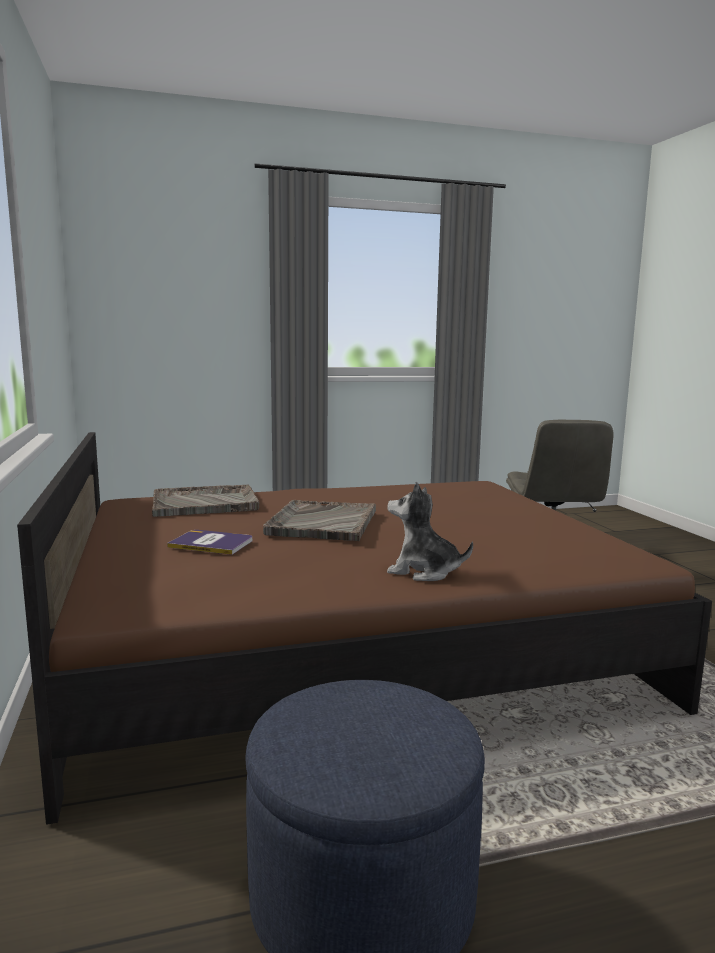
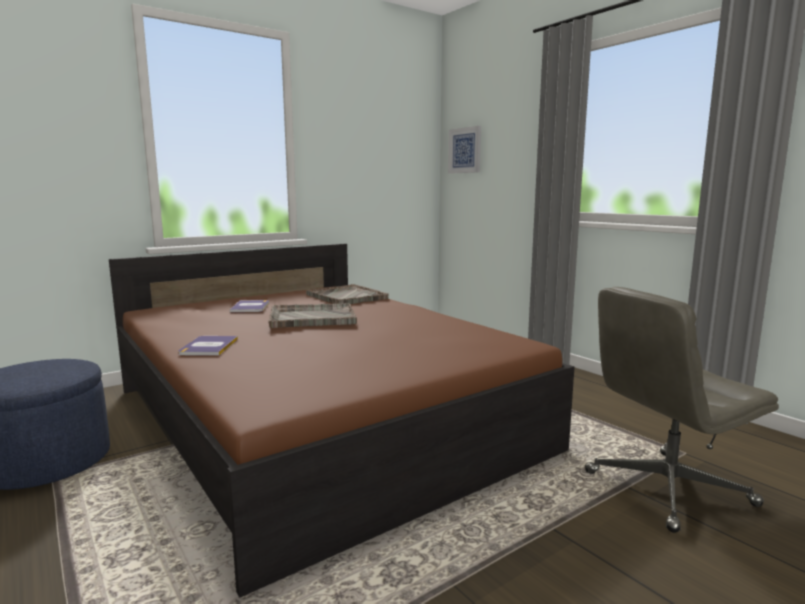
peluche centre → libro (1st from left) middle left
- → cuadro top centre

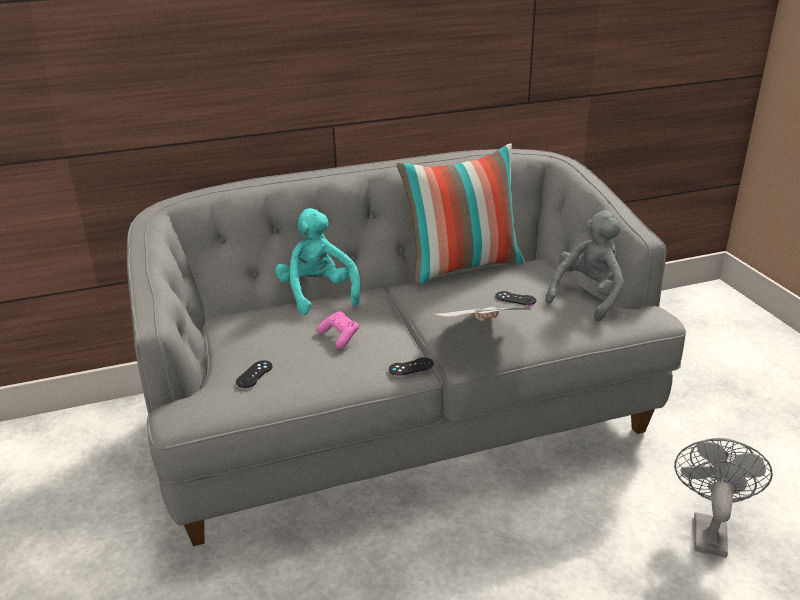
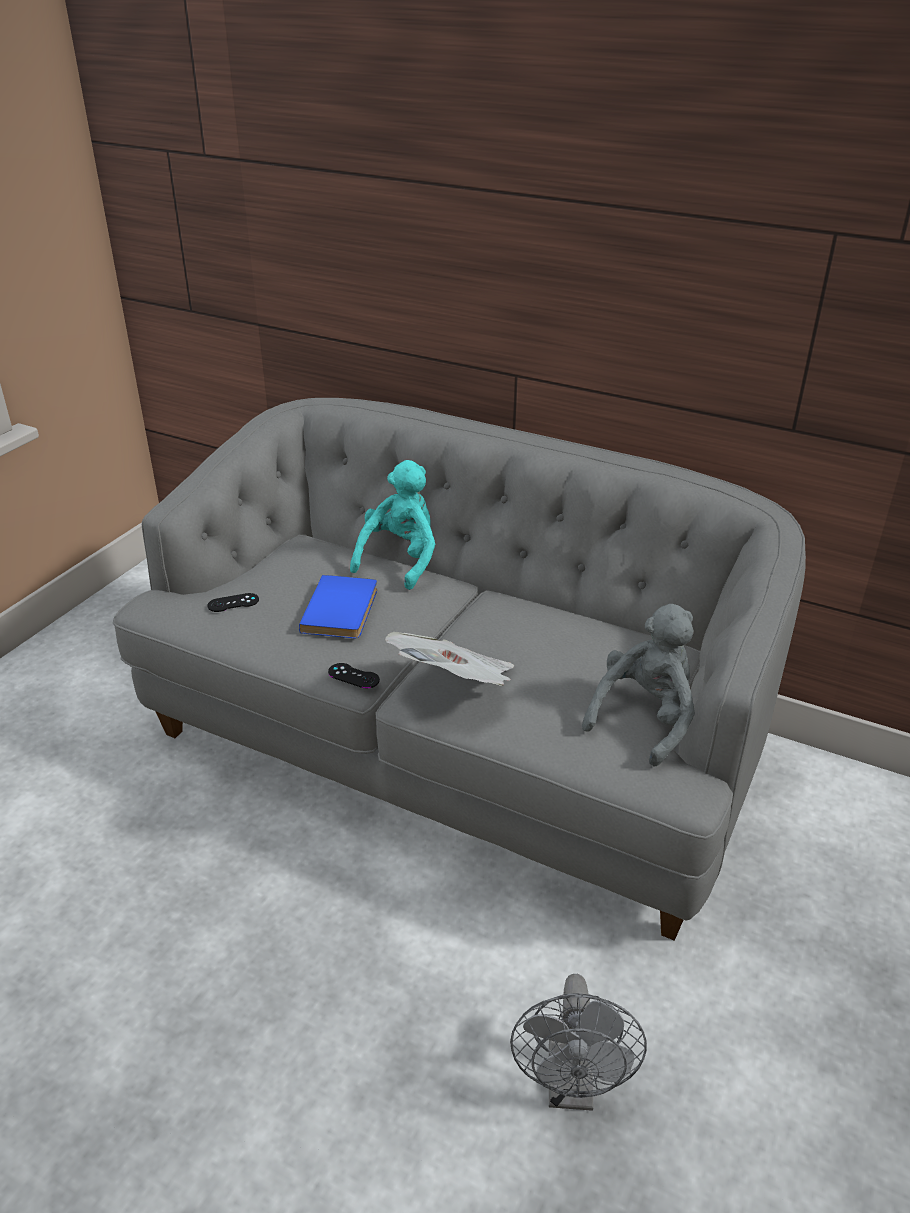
mando de consola [rosa] centre → libro [azul] centre
cojín centre → -
mando de consola [negro] (3rd from left) centre → -
peluche [gris] middle right, 45 degrees counterclockwise
ventilador [gris] bottom right → ventilador [gris] bottom centre, 120 degrees clockwise

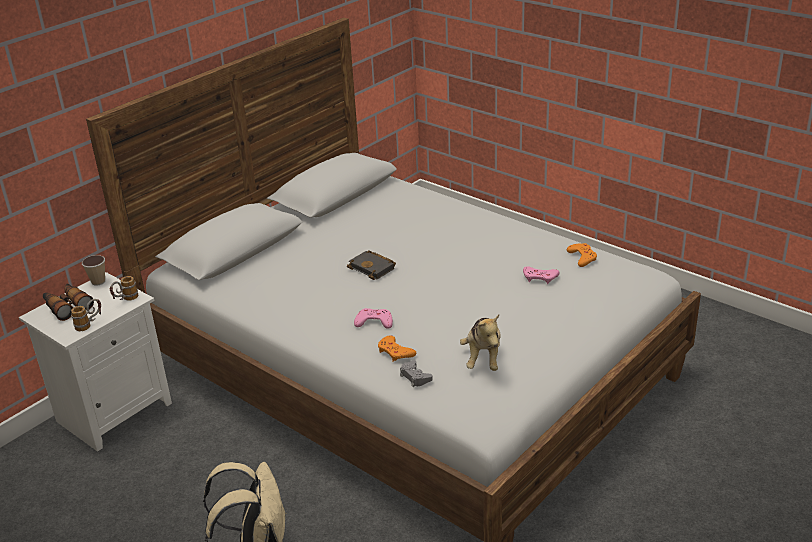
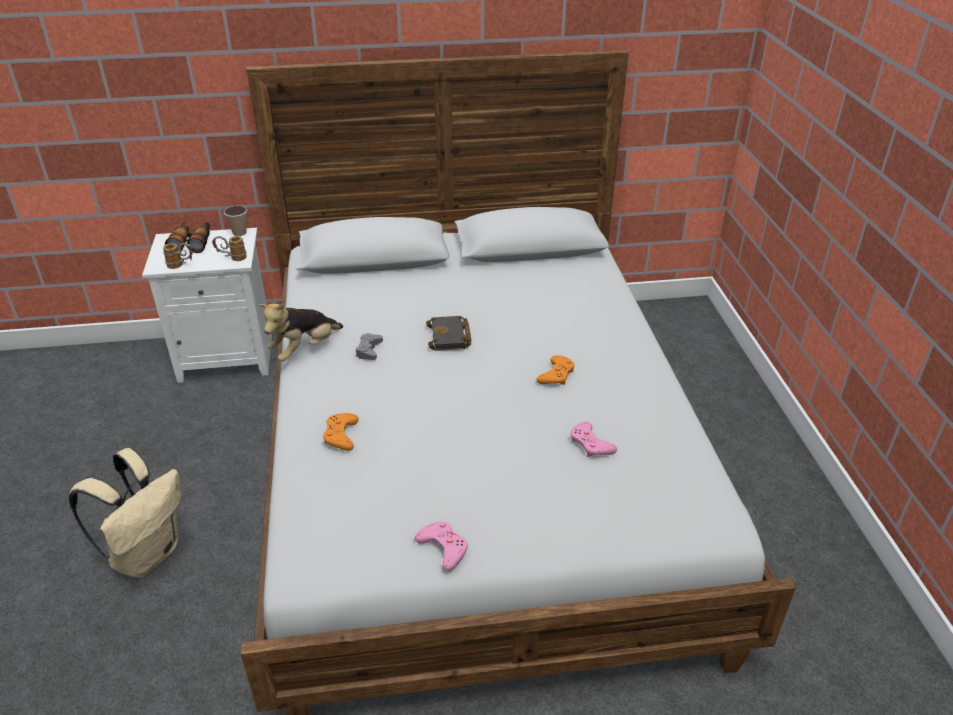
mando de consola [rosa] (1st from left) centre → mando de consola [rosa] (1st from left) bottom centre, move
mando de consola [gris] bottom centre → mando de consola [gris] centre, move
peluche centre → peluche middle left, move
mando de consola [naranja] (2nd from left) middle right → mando de consola [naranja] (2nd from left) centre, move

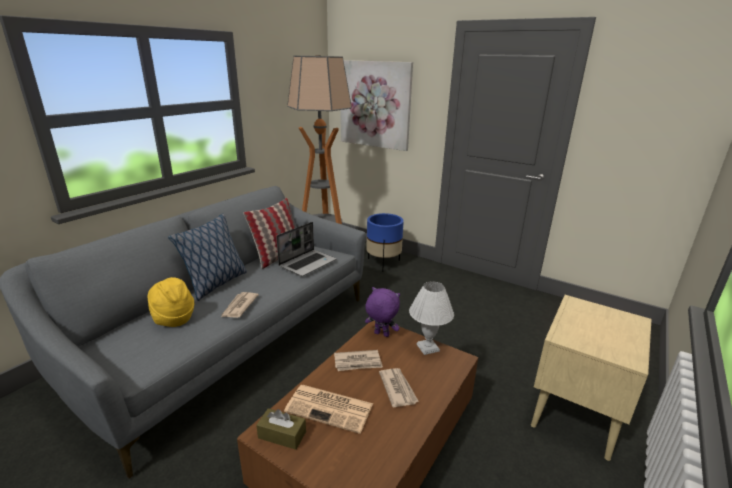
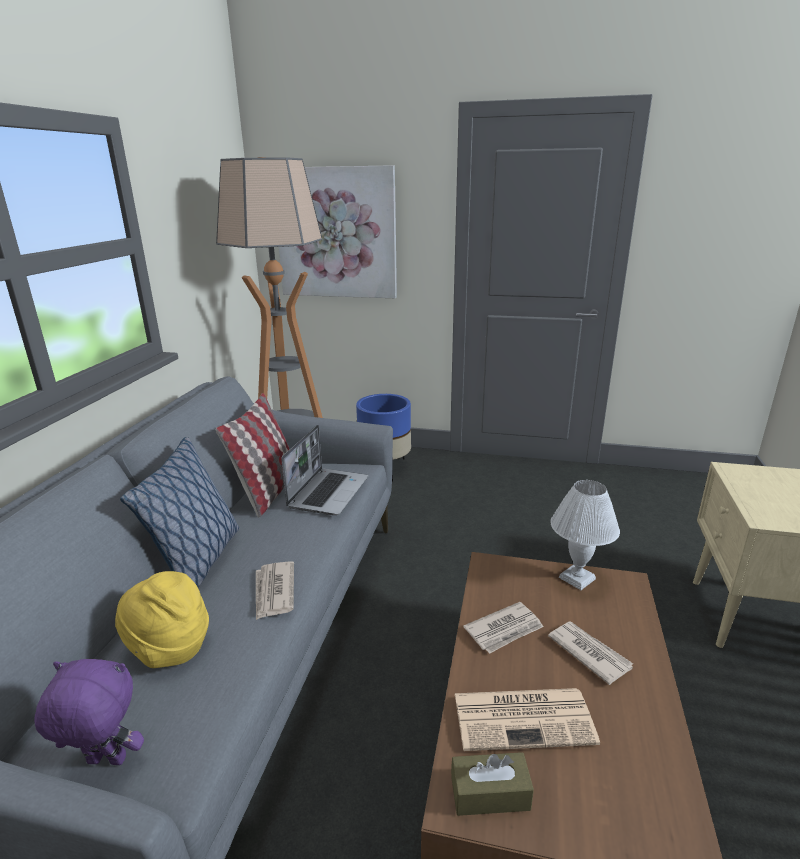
peluche [morado] centre → peluche [morado] bottom left, move

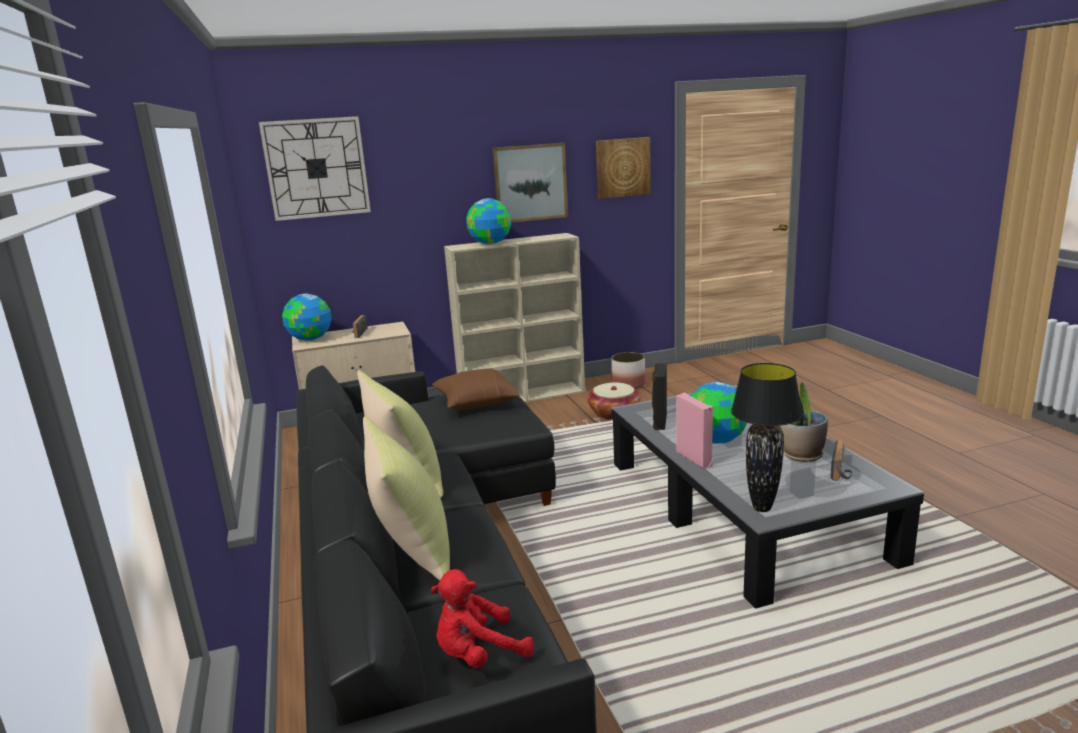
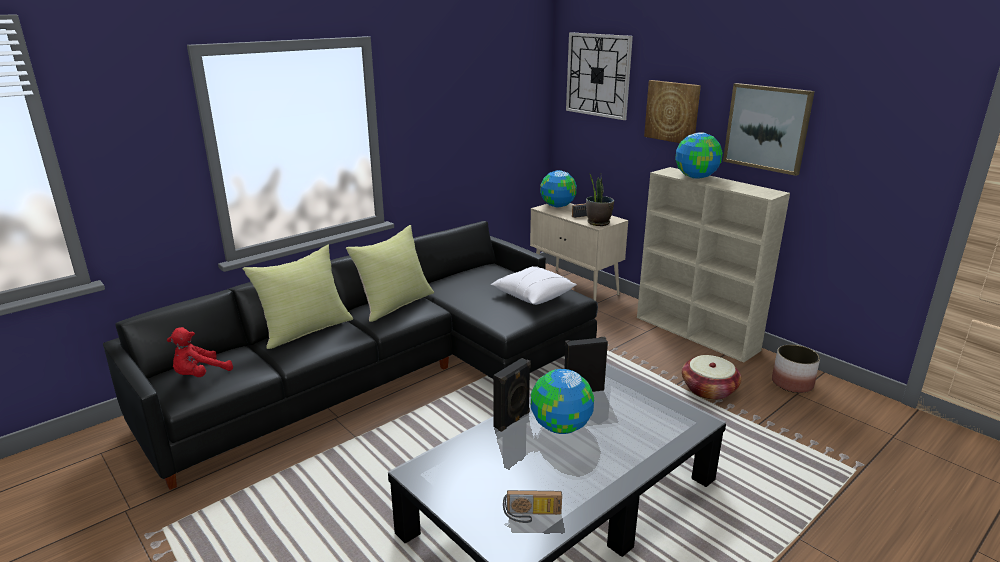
peluche [rojo] bottom centre → peluche [rojo] middle left, 90 degrees counterclockwise
cojín [marrón] centre → cojín [blanco] centre
cuadro (2nd from left in the first image) top centre → cuadro (1st from left) top right, move
altavoz [rosa] centre → altavoz [negro] (1st from left) bottom centre
lámpara de mesa [negro] middle right → -
planta en maceta middle right → planta en maceta centre, move

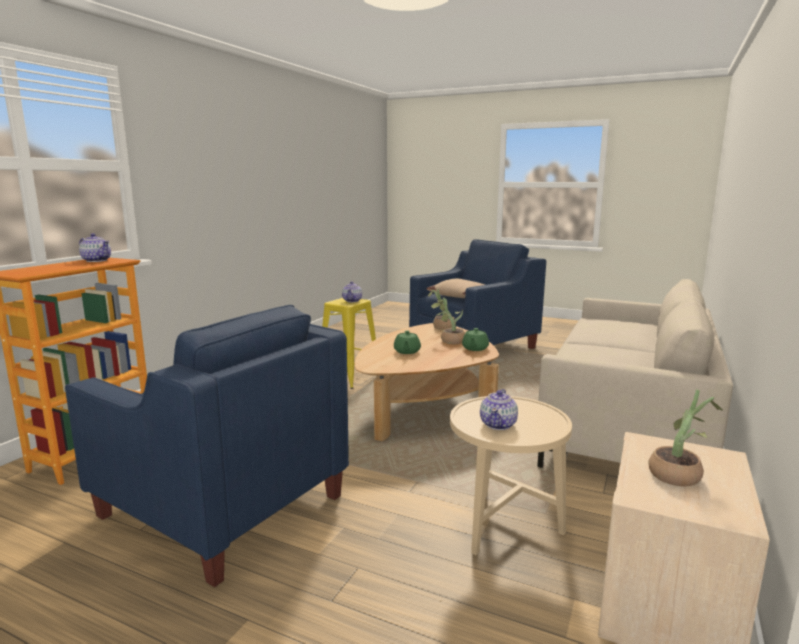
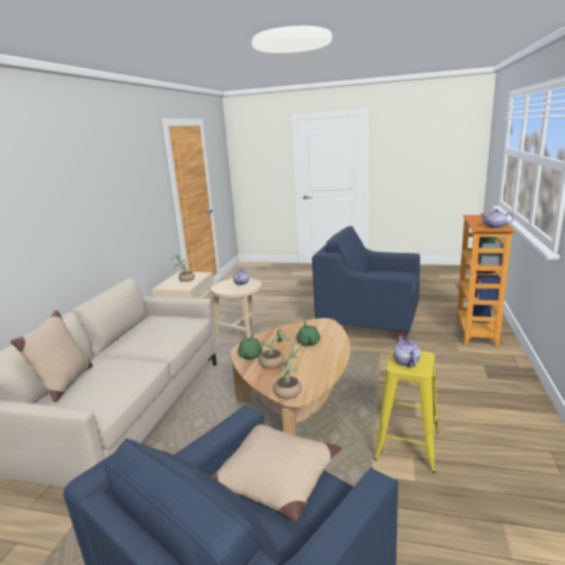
- → cojín [beis] (1st from left) middle left

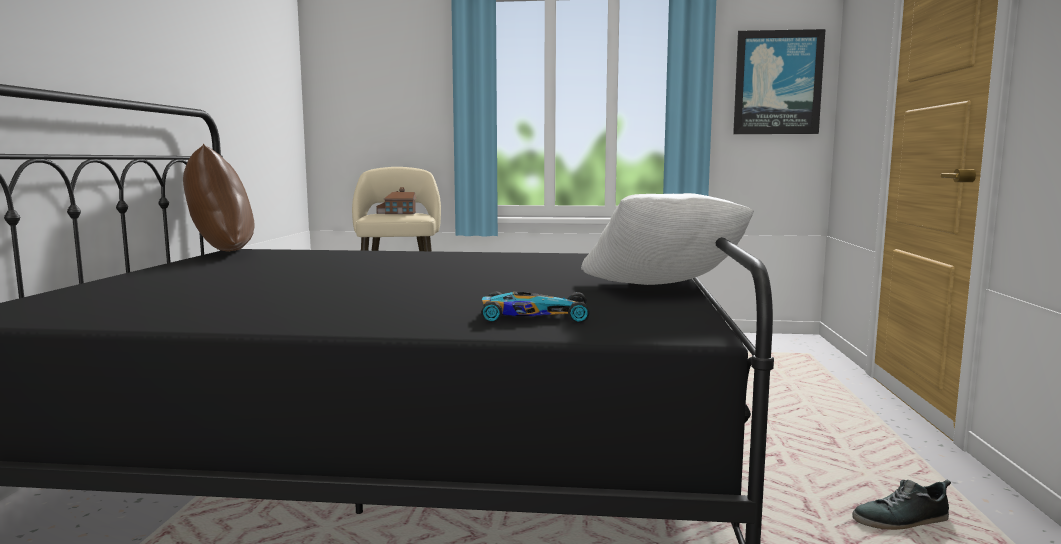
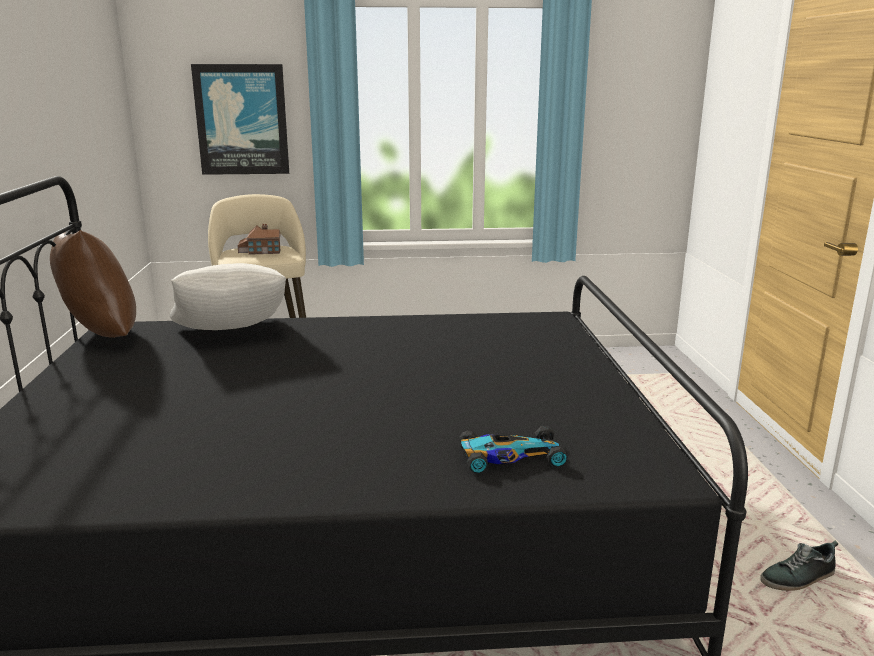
cojín [blanco] centre → cojín [blanco] middle left, move
cuadro top right → cuadro top left, move

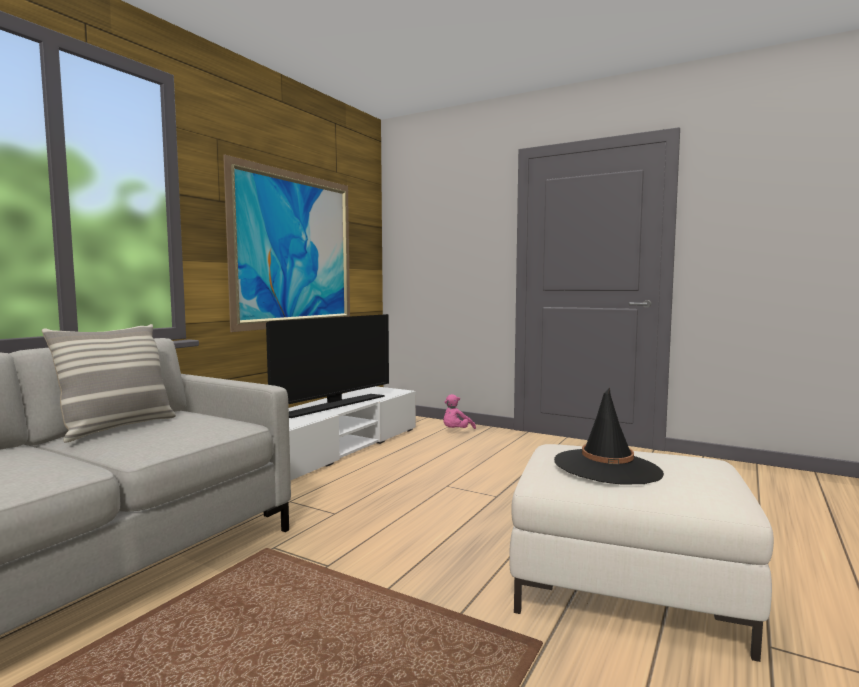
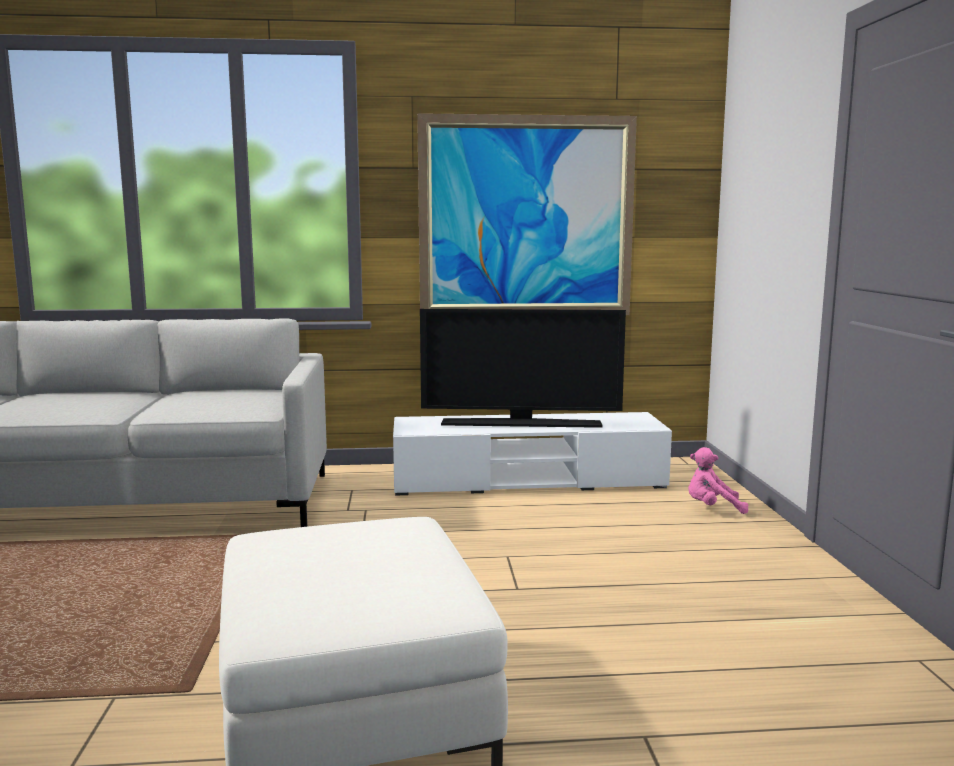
cojín middle left → -
sombrero [negro] middle right → -

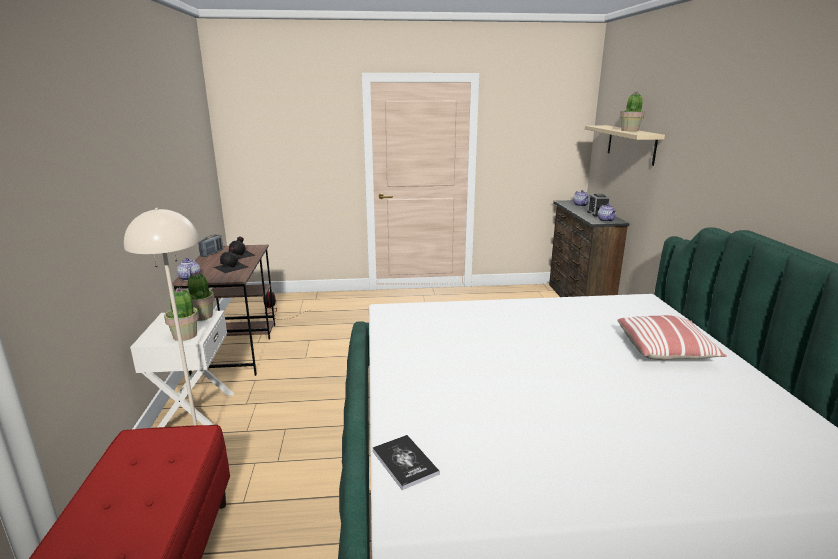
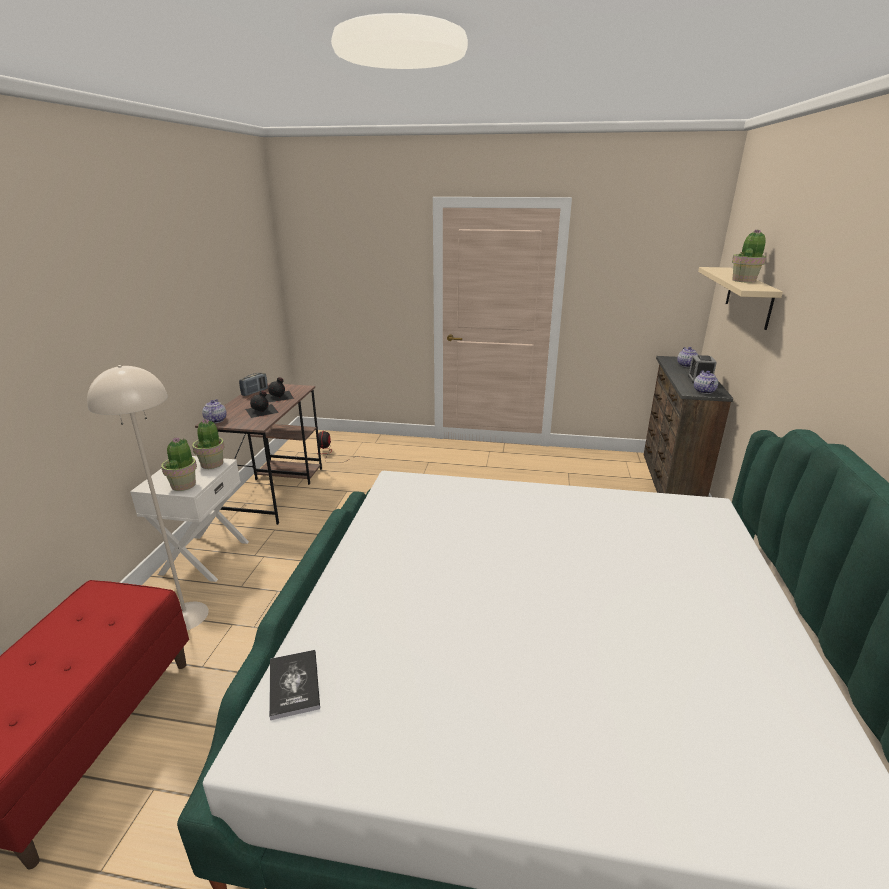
cojín middle right → -

